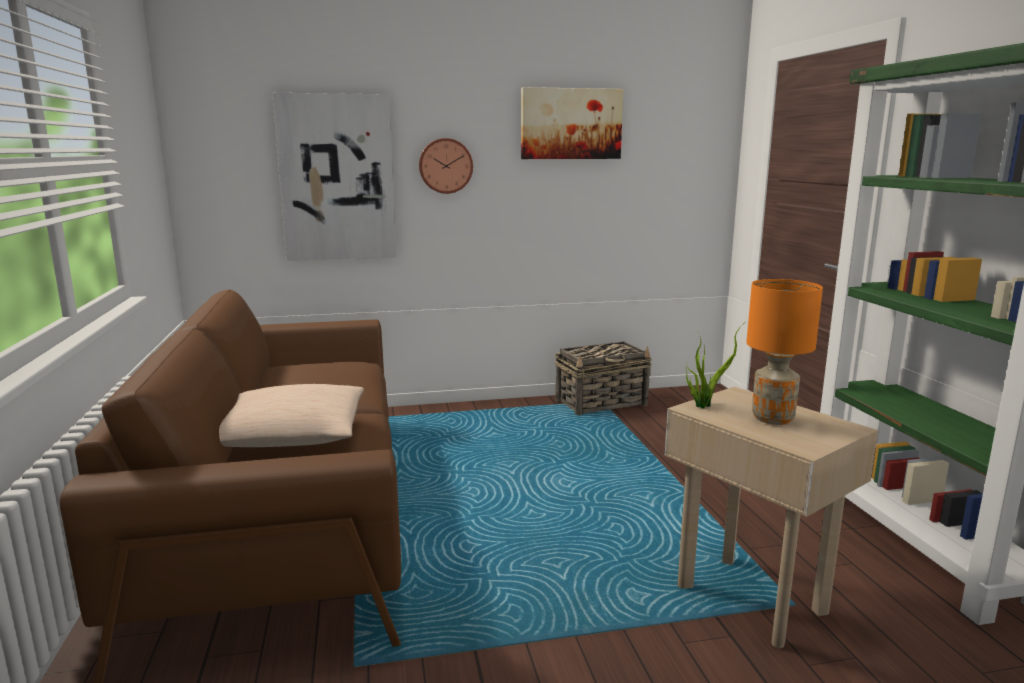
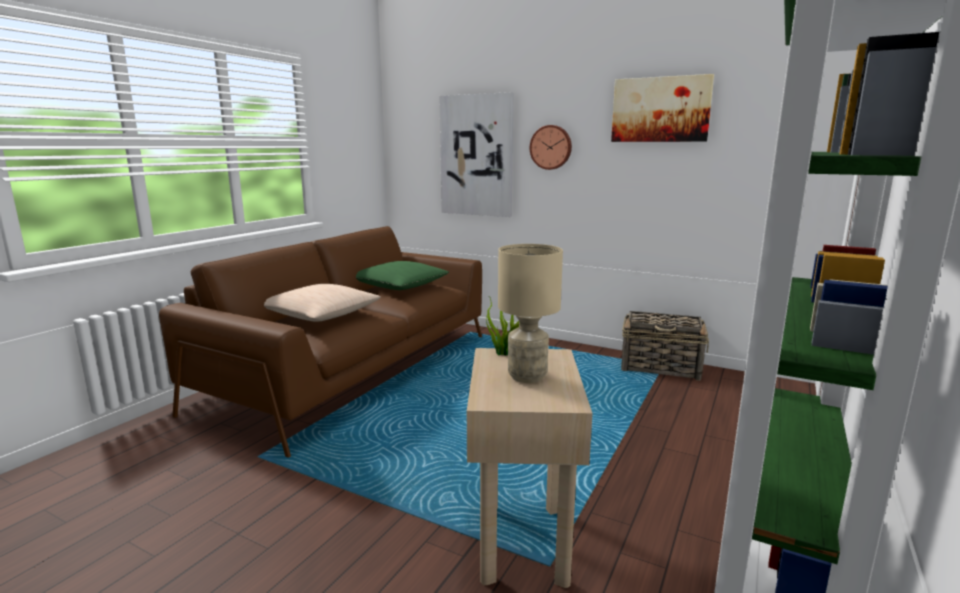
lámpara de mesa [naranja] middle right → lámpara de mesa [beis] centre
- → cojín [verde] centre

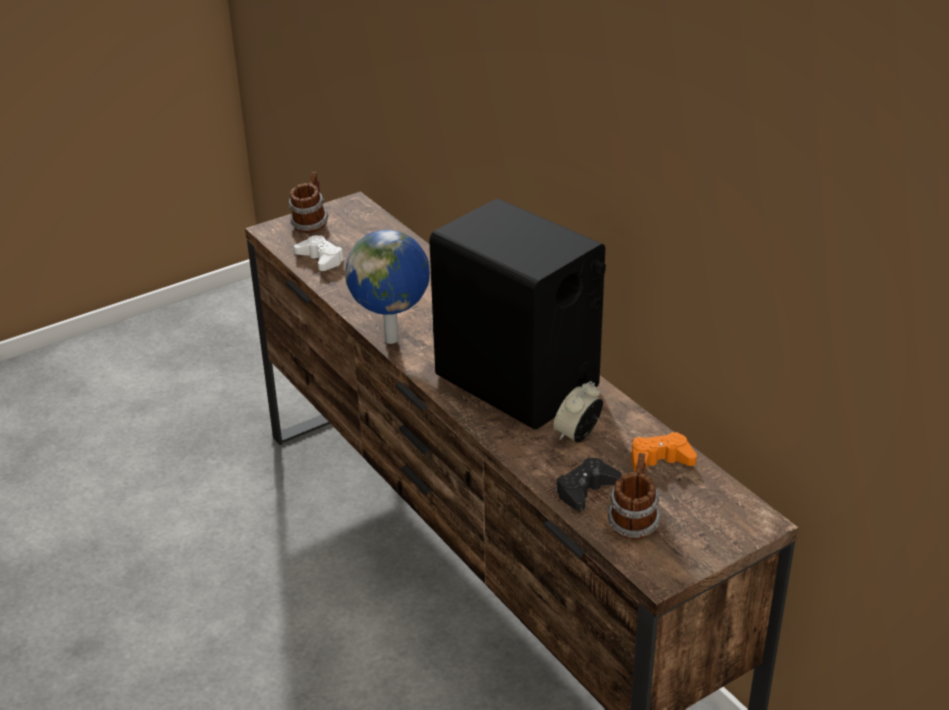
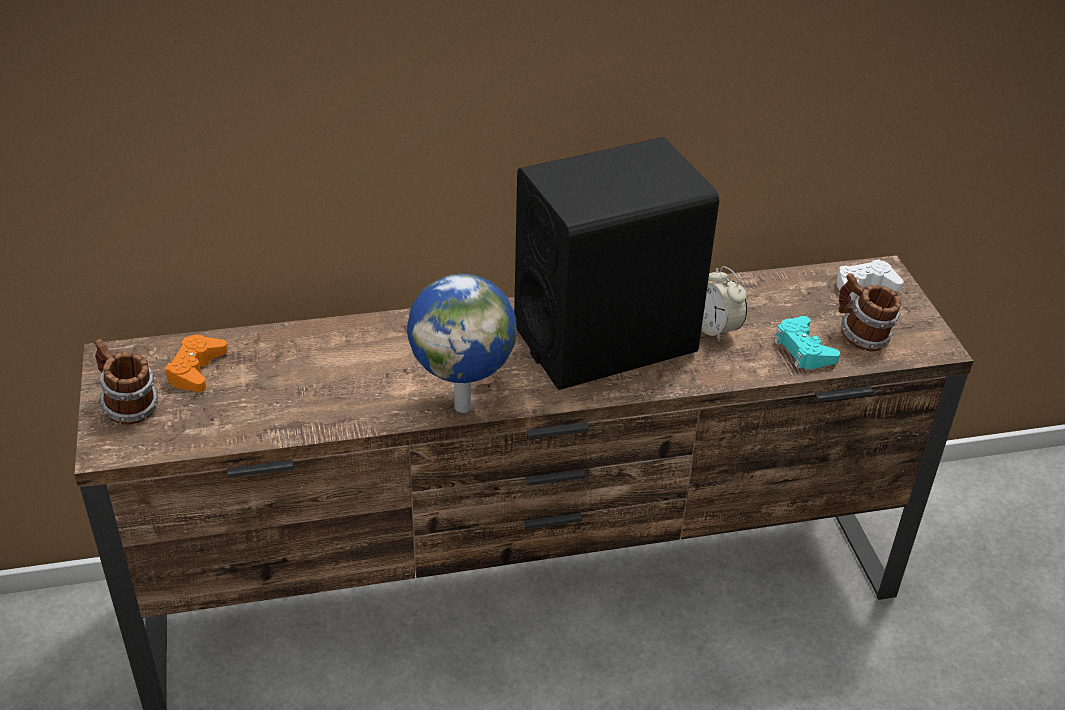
mando de consola [blanco] centre → mando de consola [blanco] middle right, move
mando de consola [negro] bottom centre → mando de consola [turquesa] middle right
mando de consola [naranja] middle right → mando de consola [naranja] middle left, move

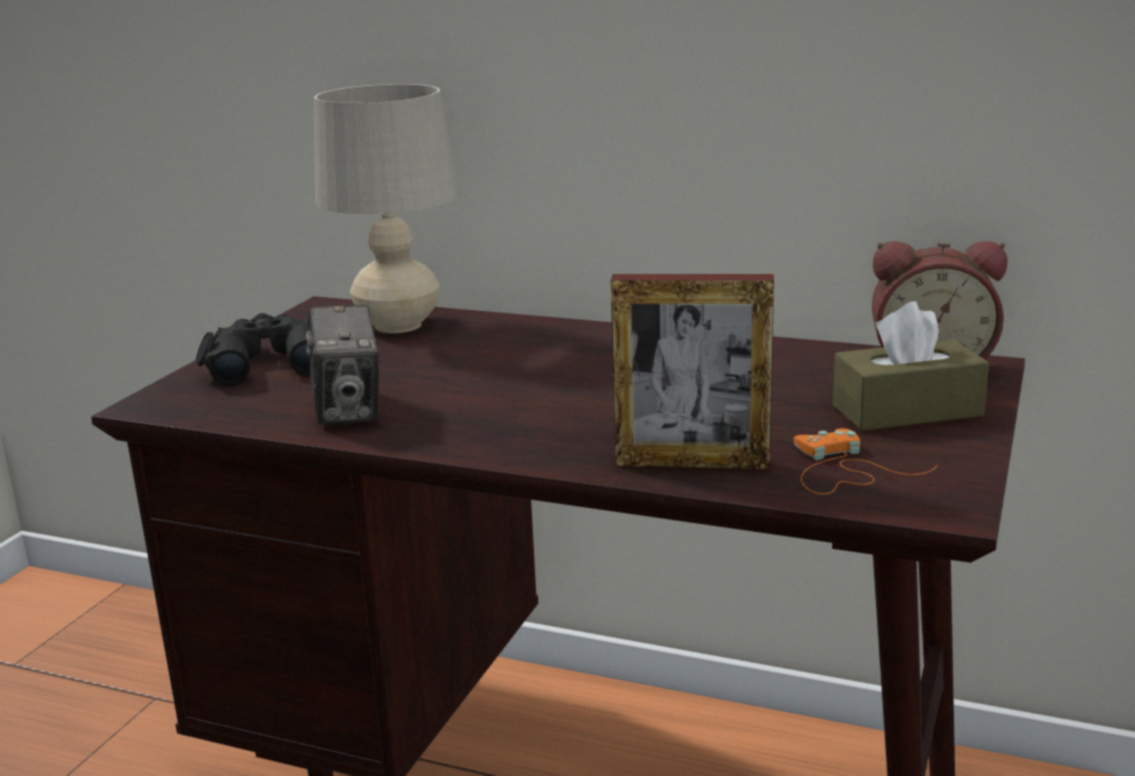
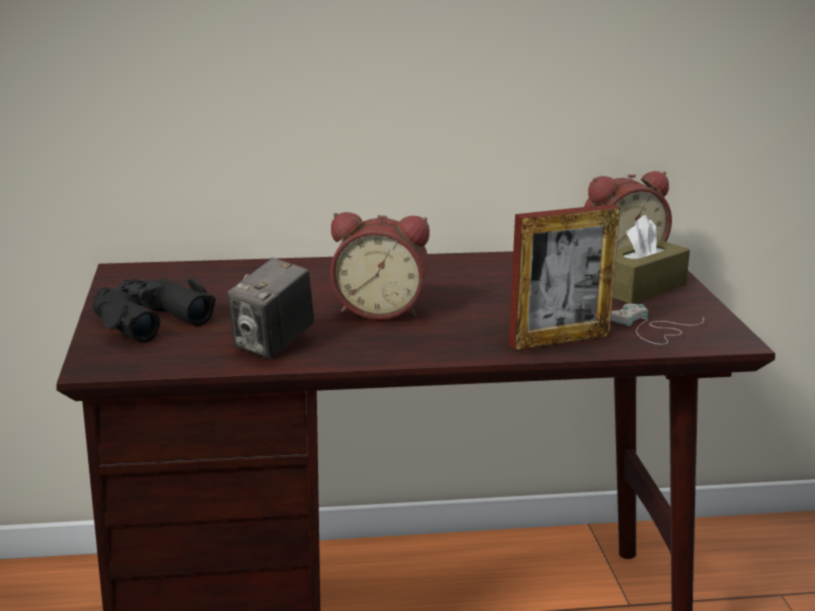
cámara middle left, 75 degrees clockwise
lámpara de mesa [beis] top centre → -
mando de consola [naranja] middle right → mando de consola [blanco] middle right
- → despertador (1st from left) centre

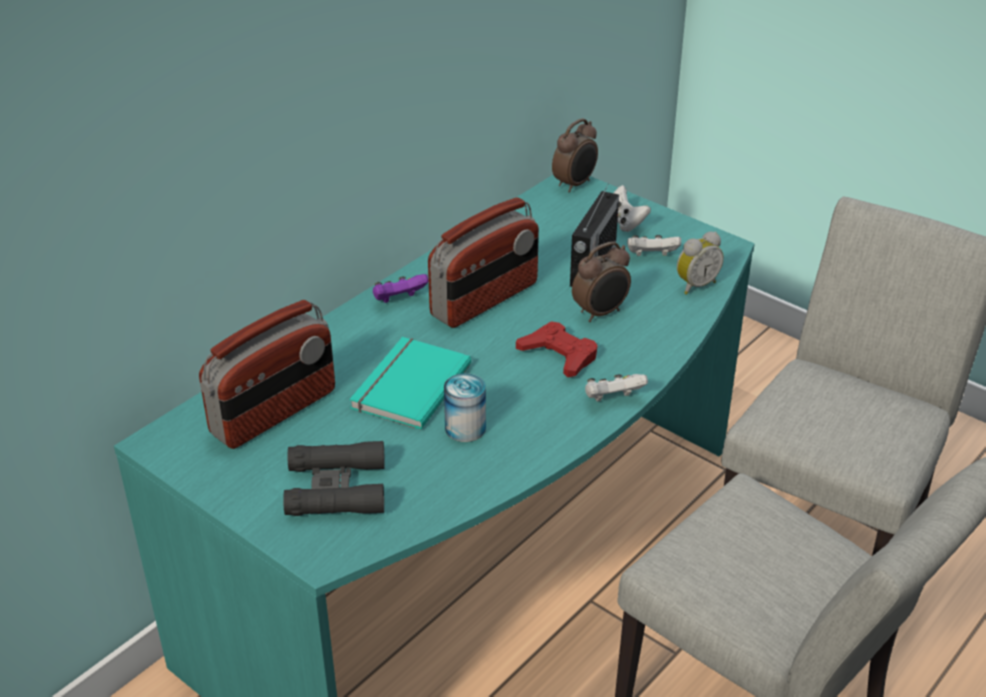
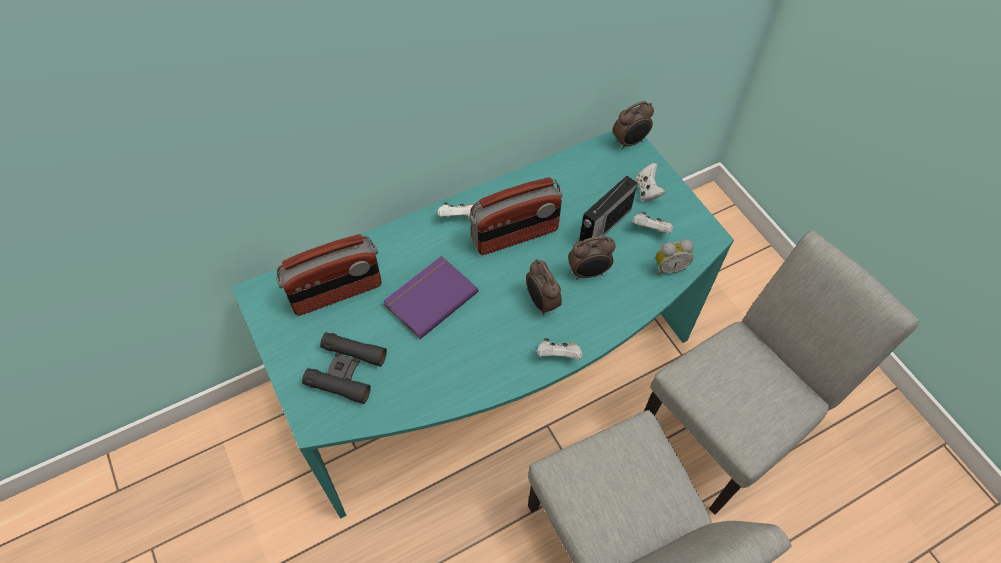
libro [turquesa] centre → libro [morado] centre
mando de consola [morado] centre → mando de consola [blanco] (1st from left) centre
lata centre → -
mando de consola [rojo] centre → despertador (1st from left) centre

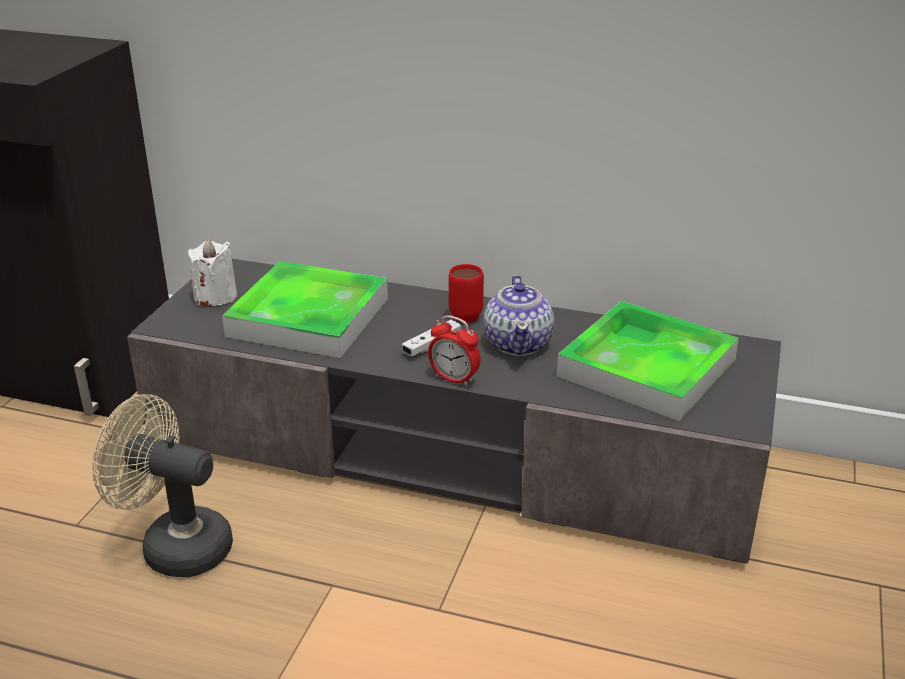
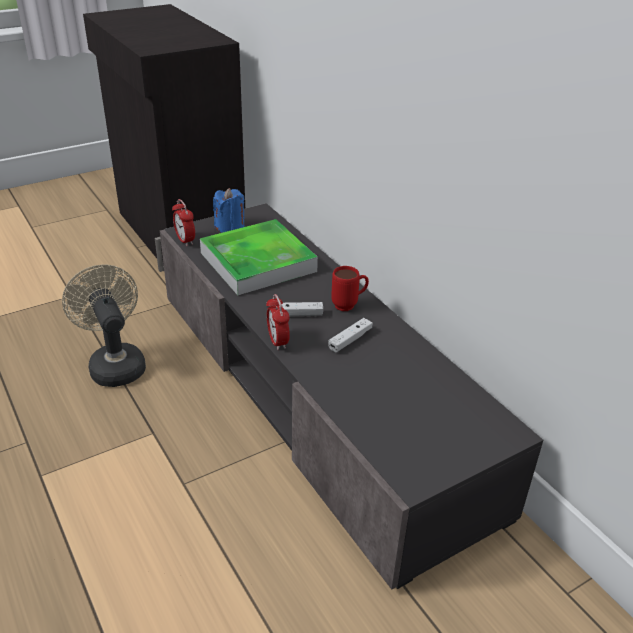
vela [blanco] middle left → vela [azul] top centre
tetera centre → mando de consola [blanco] (2nd from left) centre
bandeja (2nd from left) middle right → -
- → despertador (1st from left) middle left

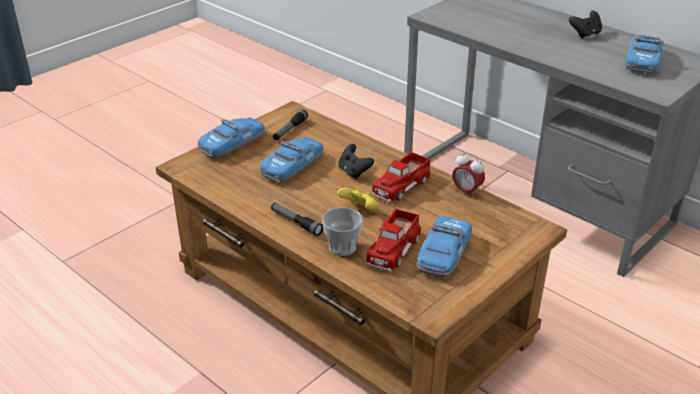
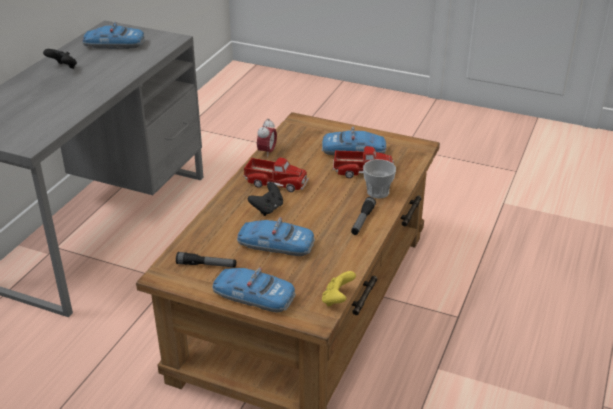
mando de consola [amarillo] centre → mando de consola [amarillo] bottom centre, move

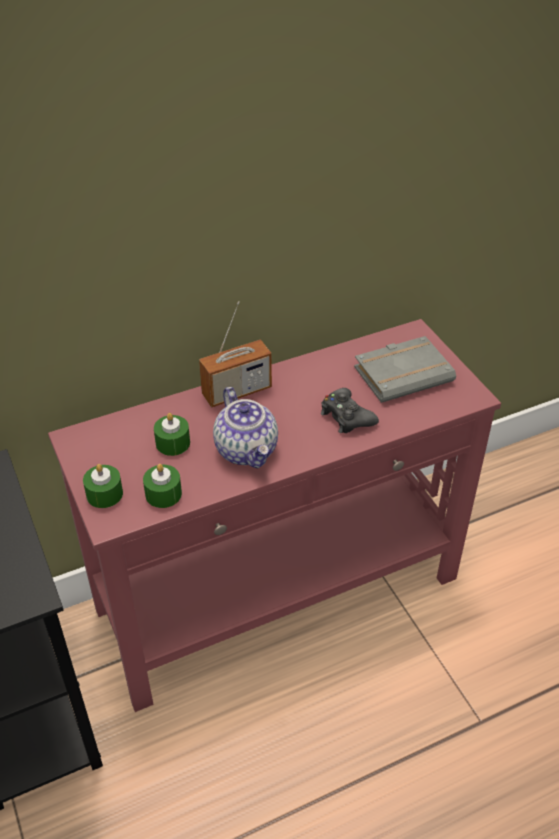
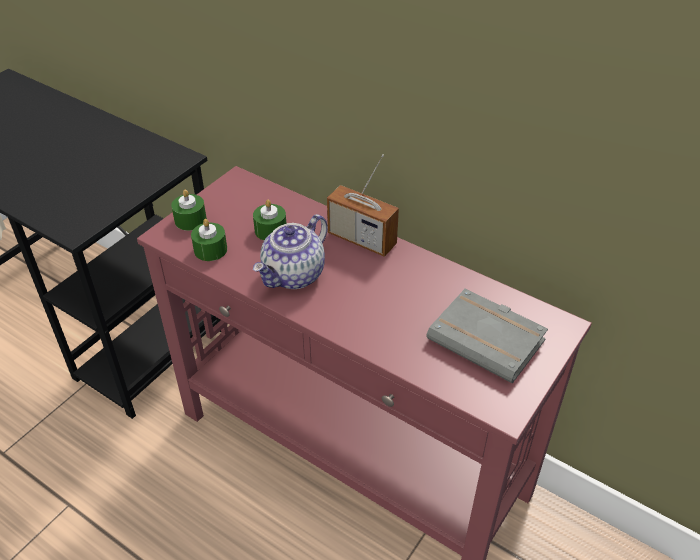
mando de consola [negro] centre → -

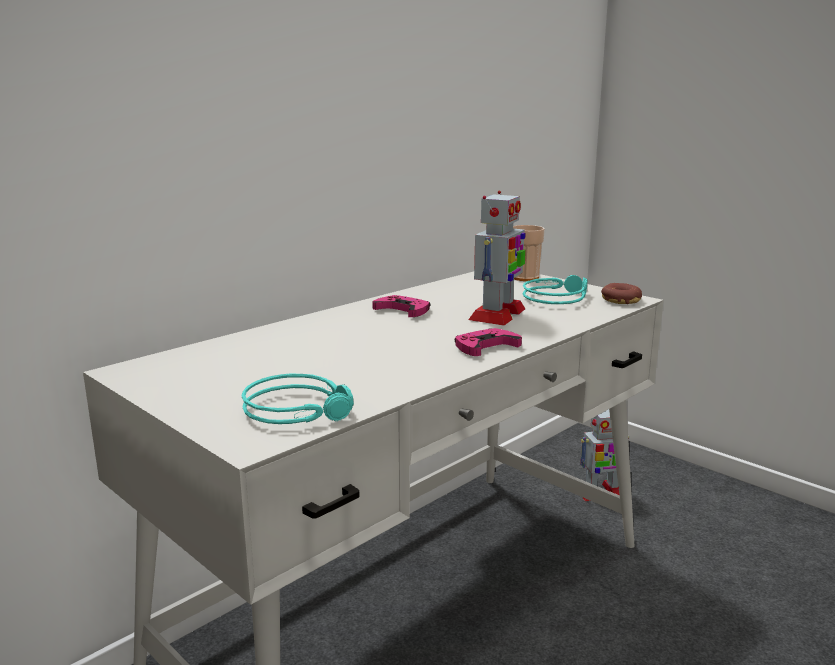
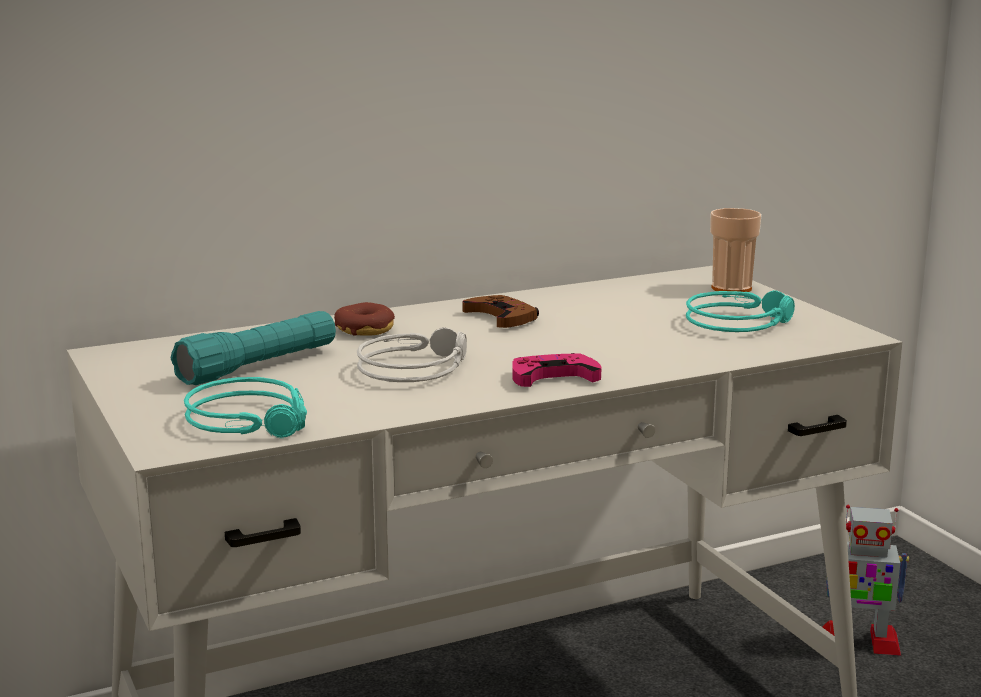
mando de consola [rosa] (1st from left) centre → mando de consola [marrón] centre
robot de juguete (1st from left) centre → -
rosquilla middle right → rosquilla centre, move
- → linterna [turquesa] middle left
- → auriculares [gris] centre

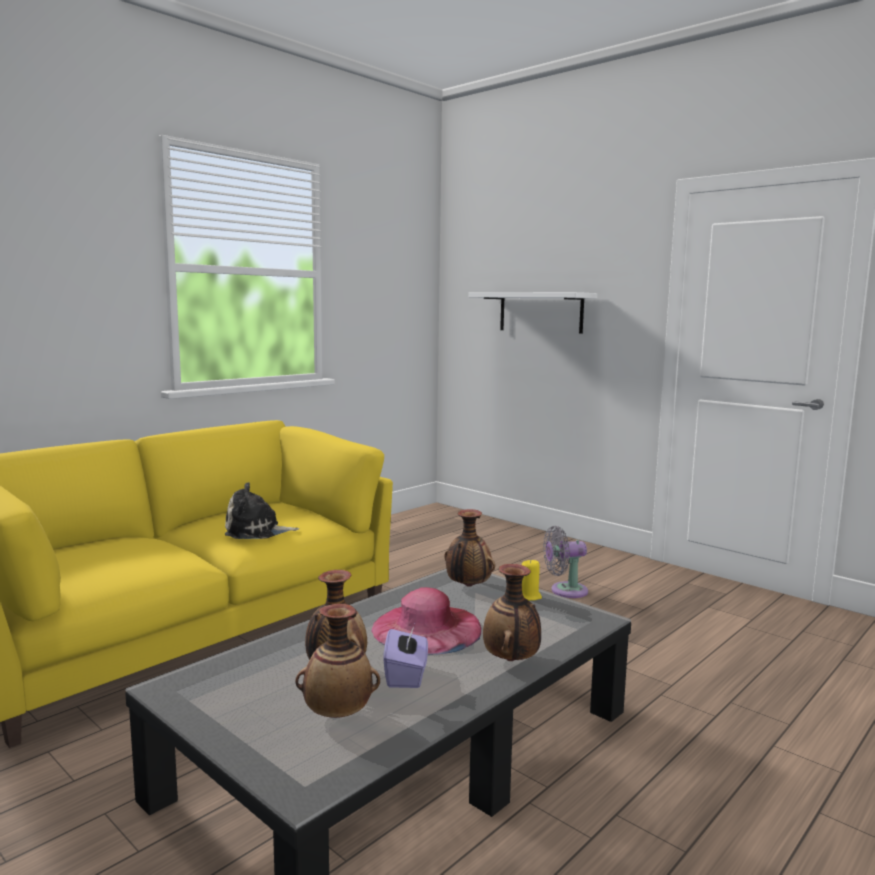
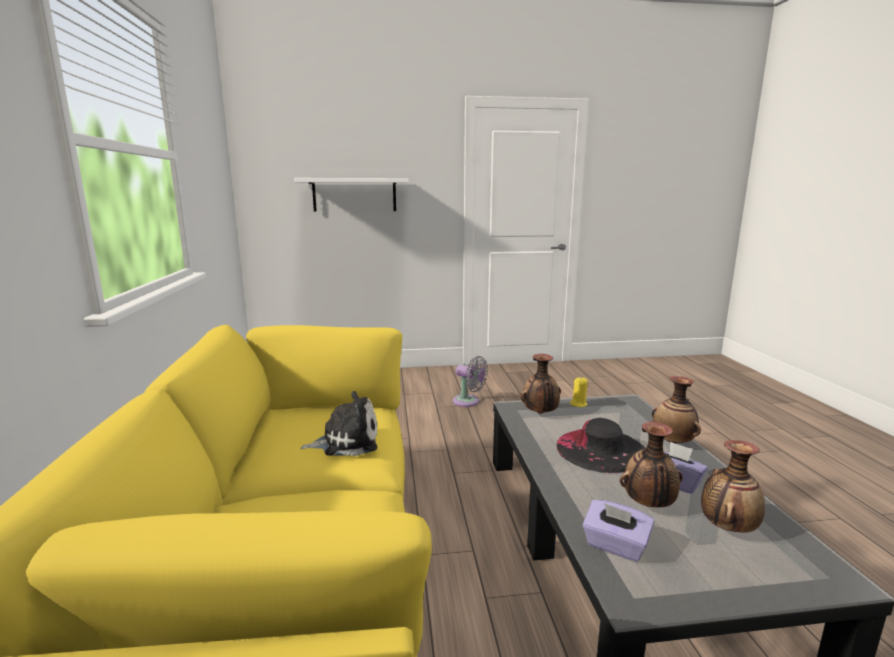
peluche middle left → peluche centre, 135 degrees counterclockwise
sombrero [rosa] bottom centre → sombrero [negro] bottom right
ventilador [gris] centre, 90 degrees counterclockwise
- → caja de pañuelos [morado] (1st from left) bottom right

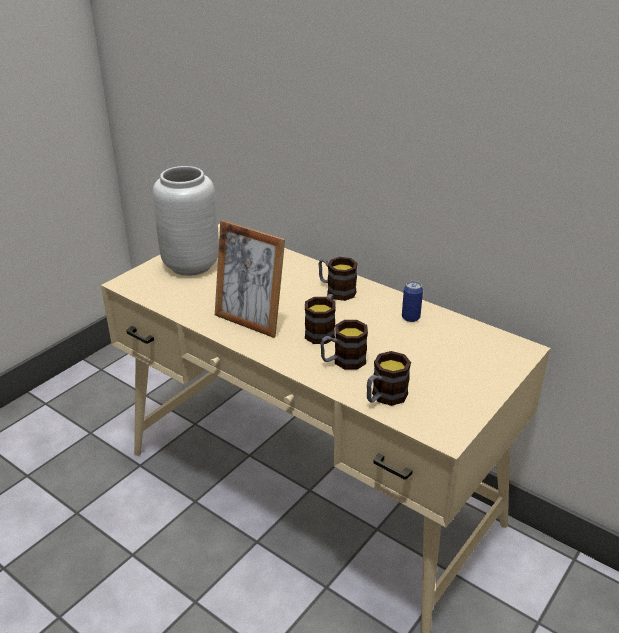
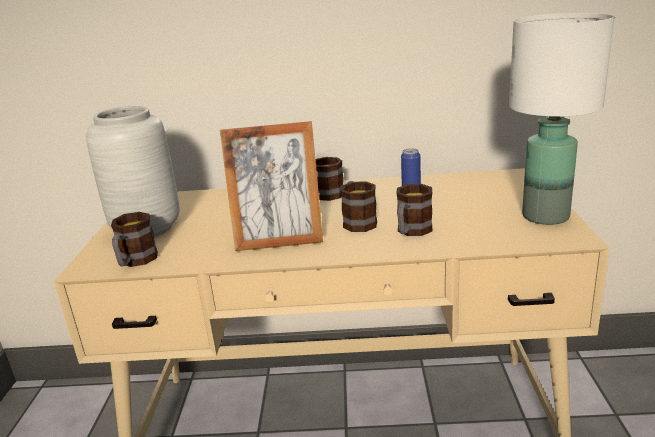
taza grande (4th from left in the first image) centre → taza grande (1st from left) middle left, move
- → lámpara de mesa [blanco] top right

